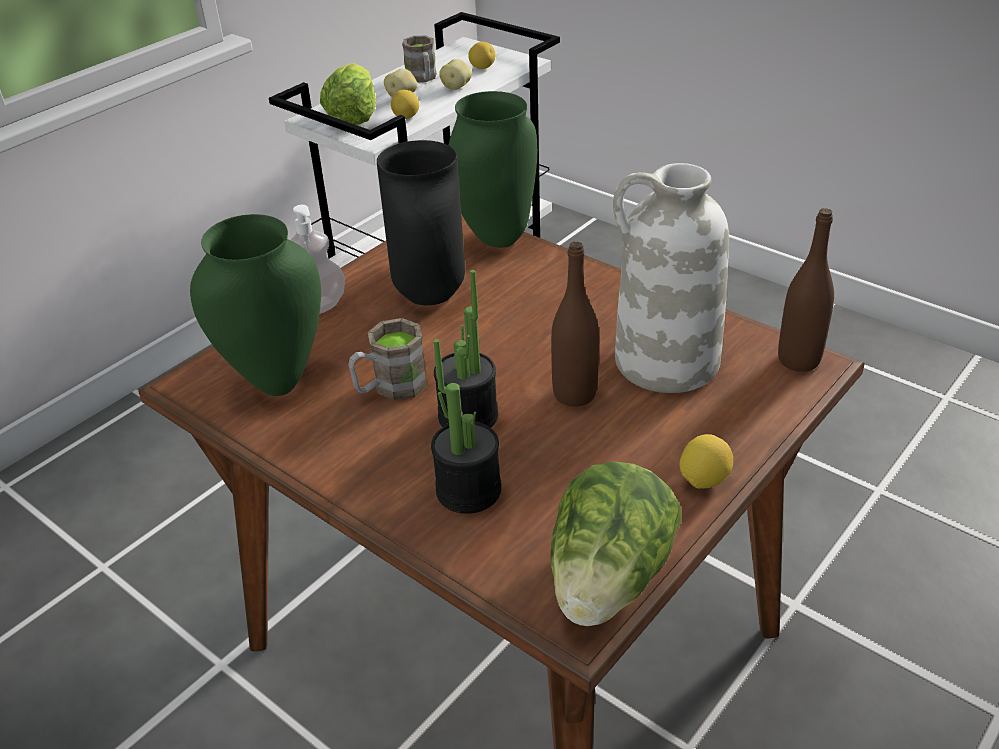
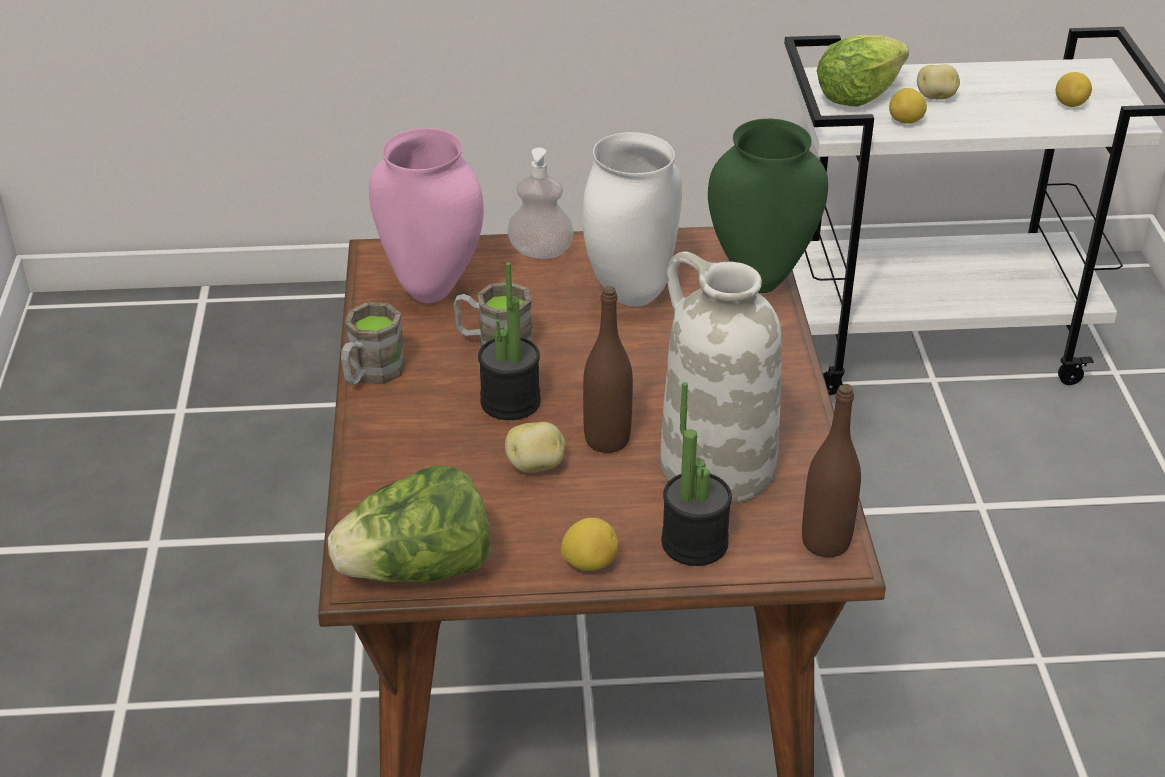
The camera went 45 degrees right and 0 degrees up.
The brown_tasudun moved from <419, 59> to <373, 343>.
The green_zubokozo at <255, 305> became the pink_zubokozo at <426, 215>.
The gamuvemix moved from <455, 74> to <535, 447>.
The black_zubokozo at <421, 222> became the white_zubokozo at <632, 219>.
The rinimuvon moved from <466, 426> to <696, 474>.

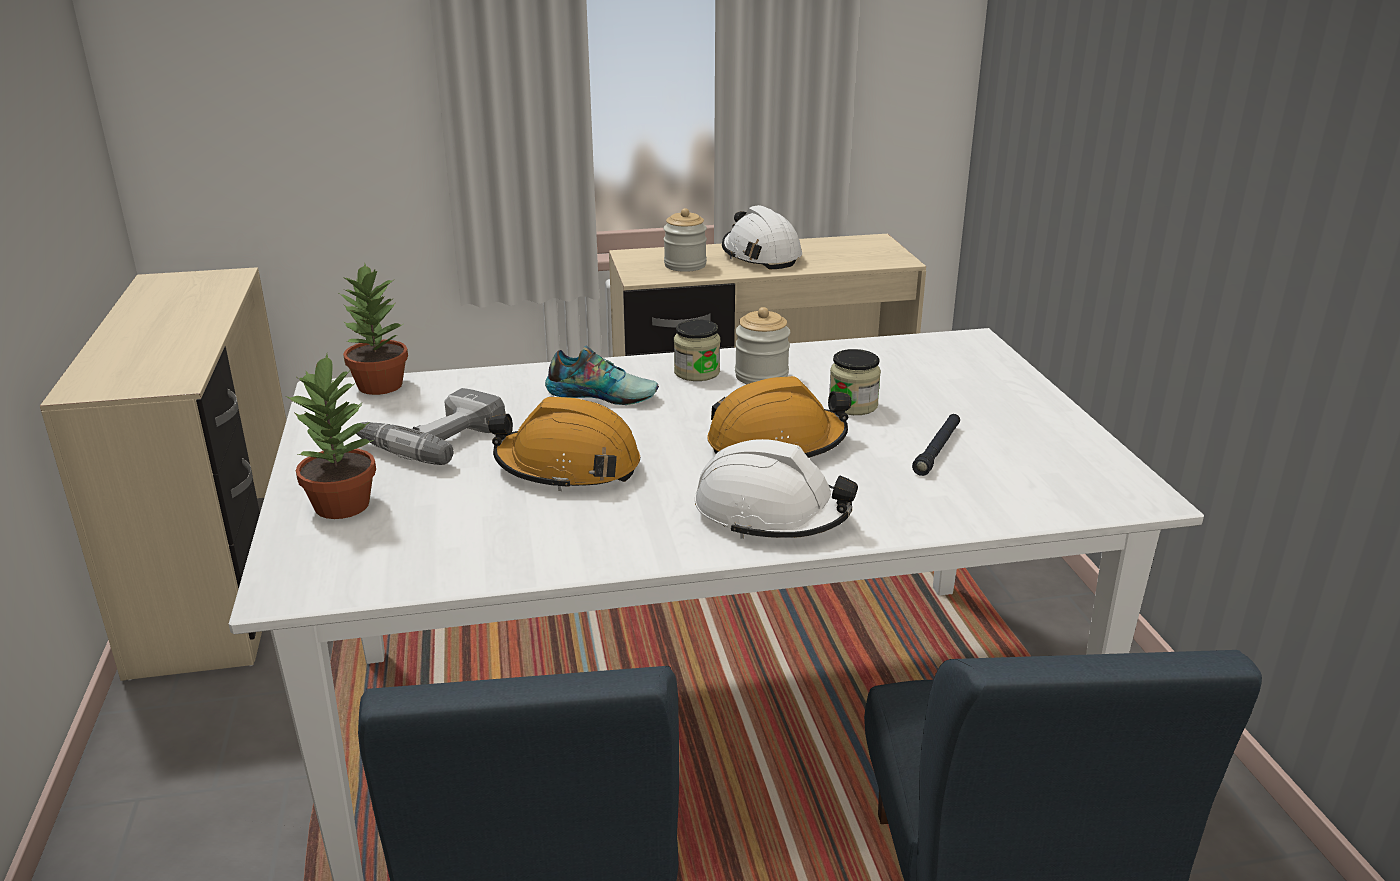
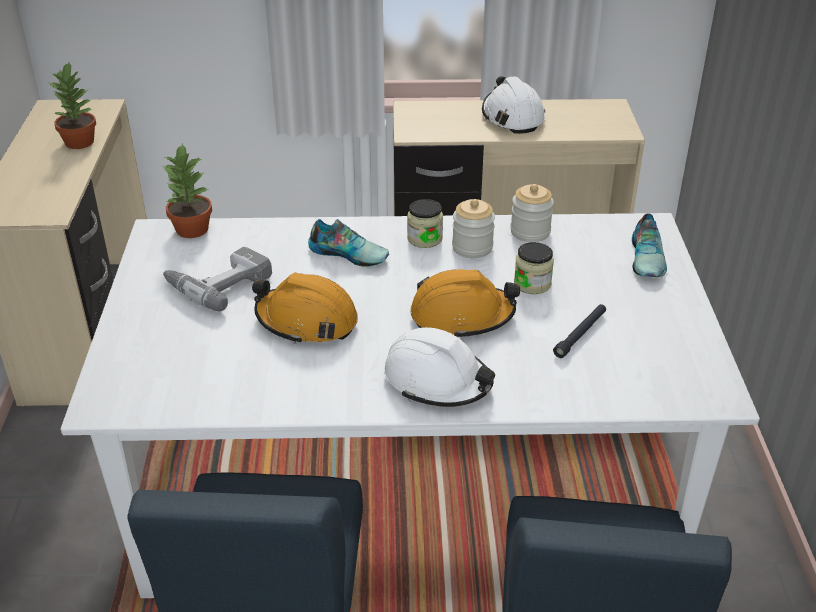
The camera went 10 degrees right and 10 degrees up.
The rinimuvon moved from <331, 436> to <72, 105>.
The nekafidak moved from <685, 240> to <532, 213>.
The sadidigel at <649, 245> appeared.

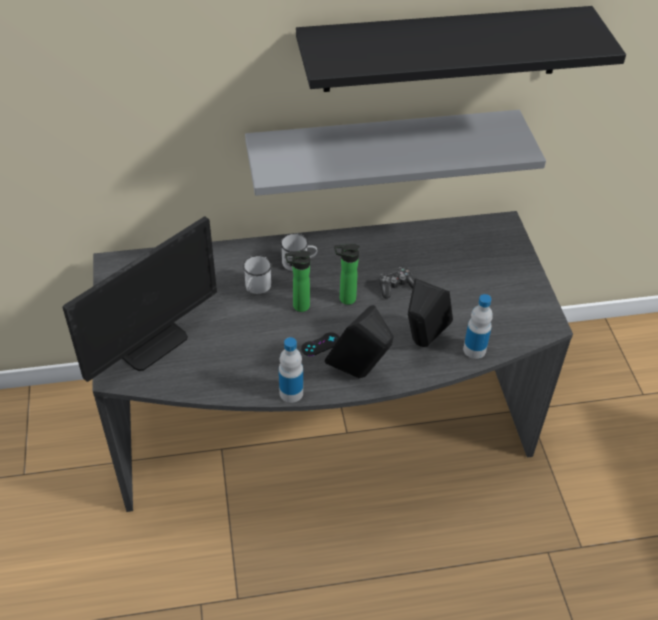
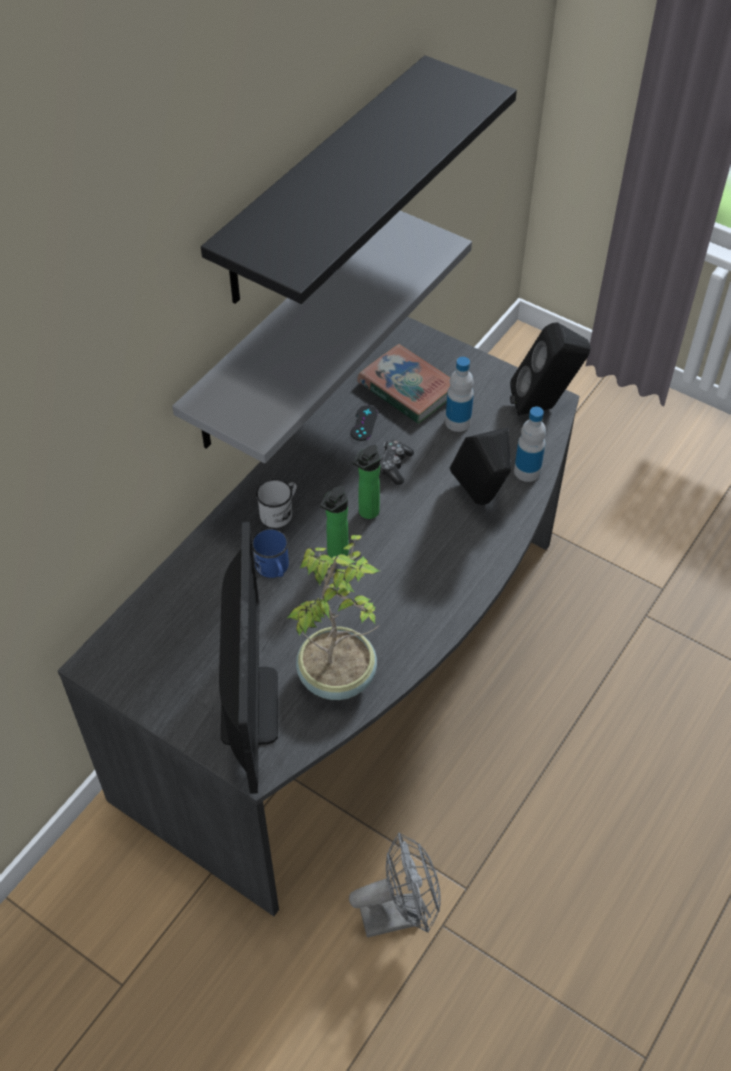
The camera went 45 degrees left and 5 degrees up.
The white_tasudun at <257, 274> became the blue_tasudun at <270, 553>.
The rinimuvon at <333, 617> appeared.
The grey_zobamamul at <395, 885> appeared.
The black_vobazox moved from <320, 344> to <364, 423>.
The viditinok at <404, 384> appeared.
The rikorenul moved from <291, 370> to <459, 394>.
The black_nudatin moved from <359, 341> to <550, 369>.

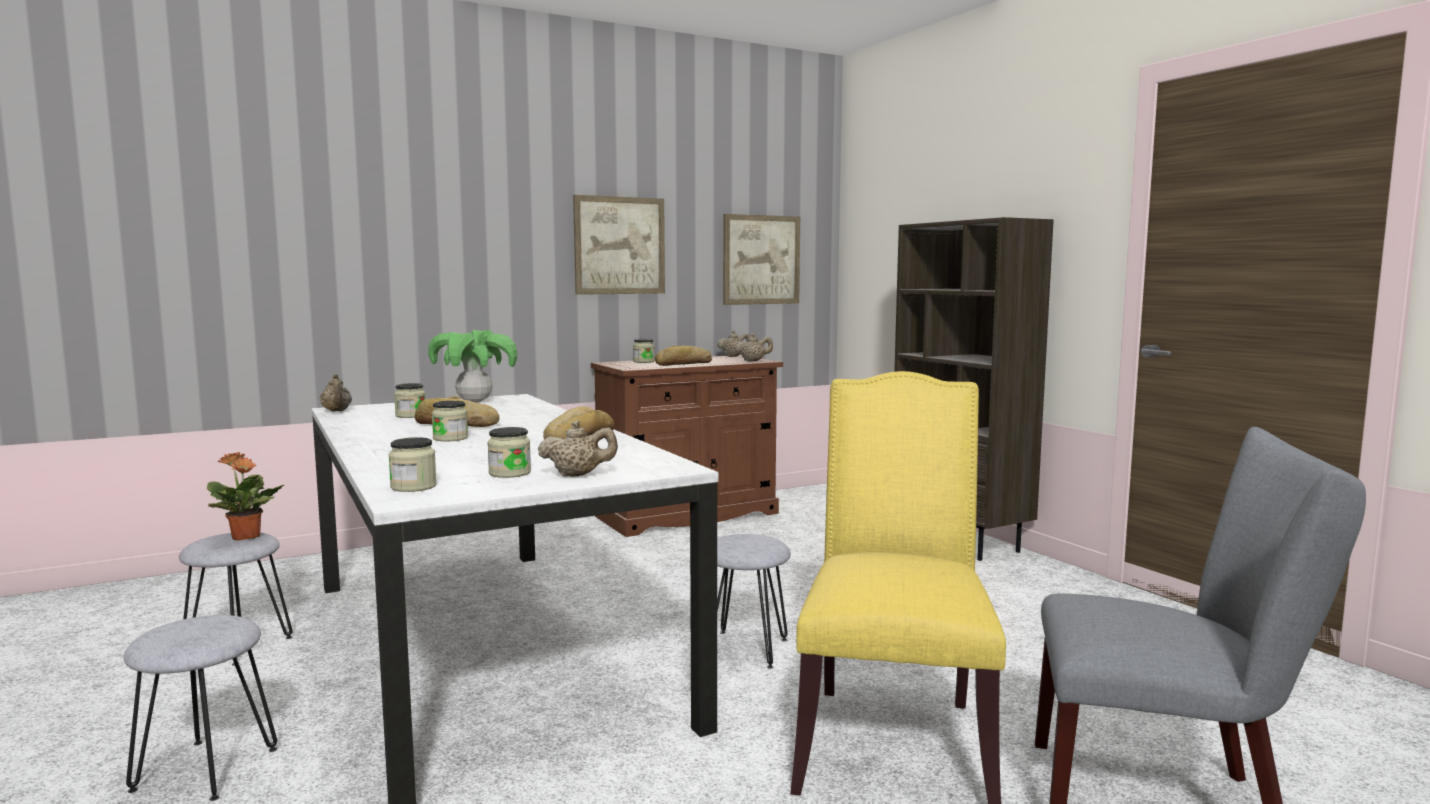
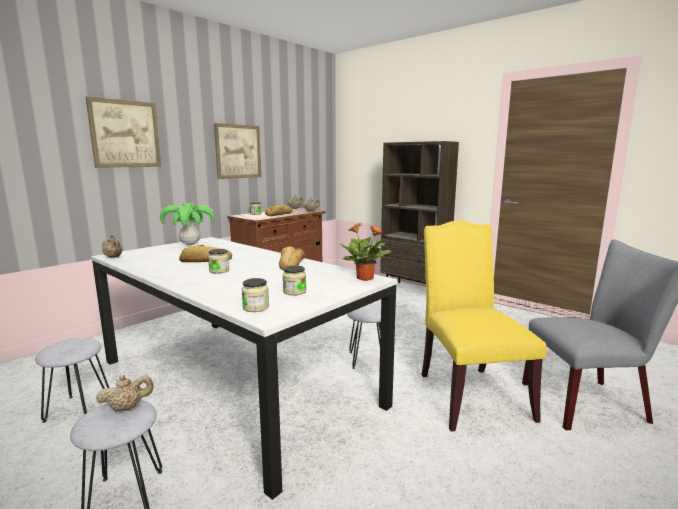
The camera went 20 degrees left and 5 degrees up.
The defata moved from <761, 259> to <123, 132>.
The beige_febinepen moved from <578, 448> to <125, 393>.
The rinimuvon moved from <245, 496> to <365, 252>.
The nekafidak at <409, 400> disappeared.

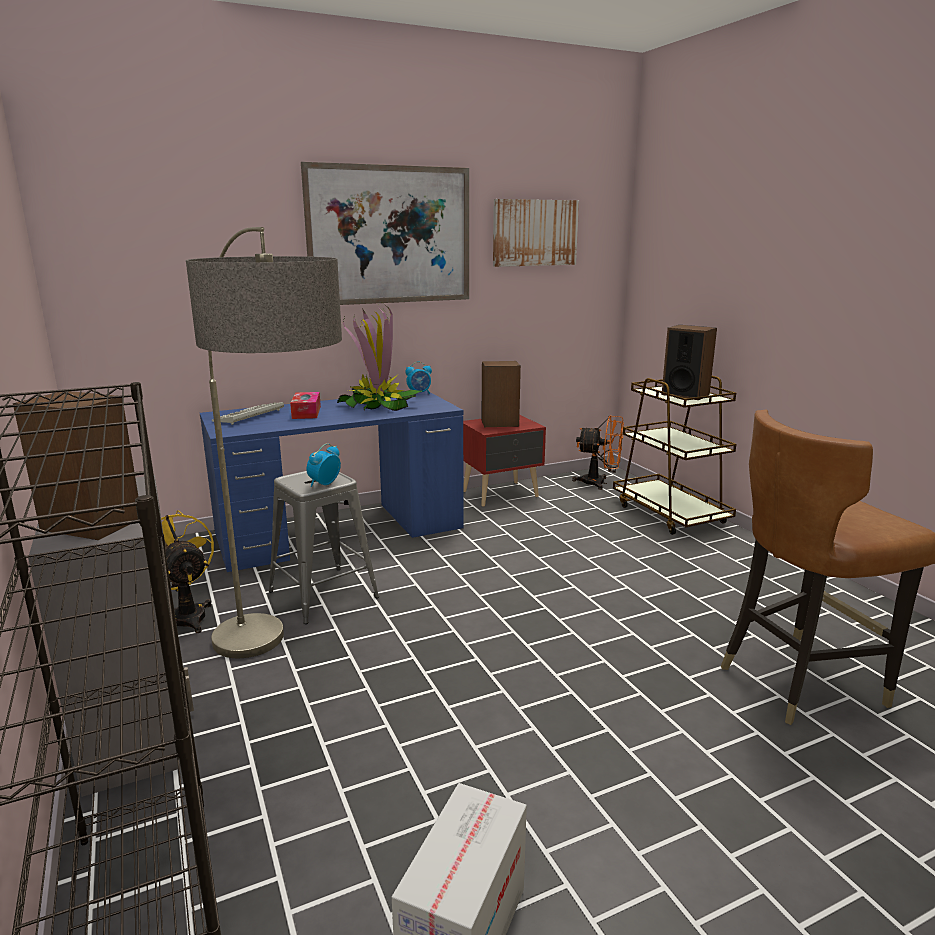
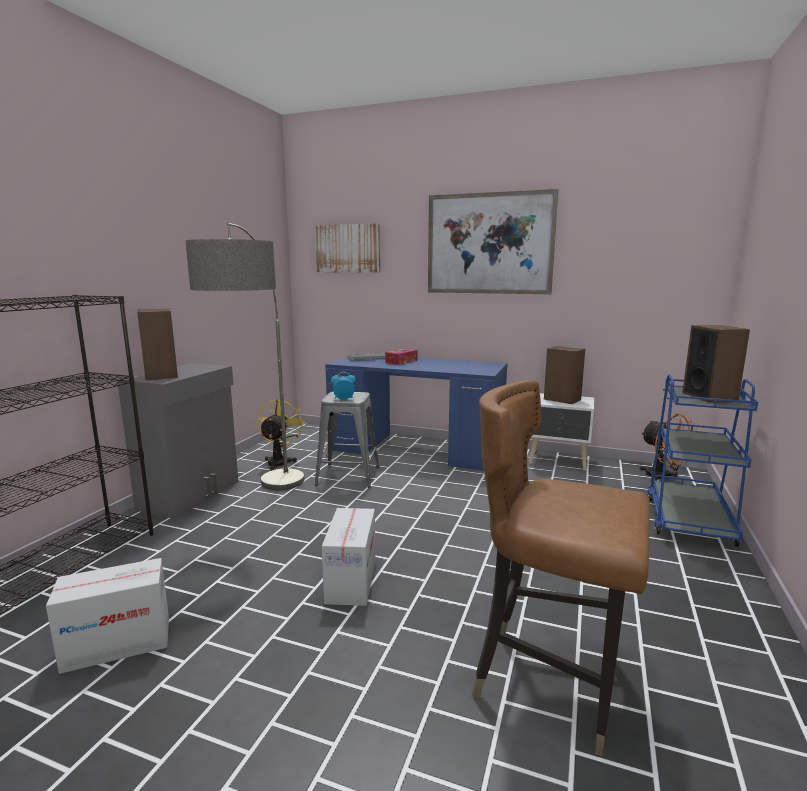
The camera went 45 degrees right and 5 degrees down.
The defata moved from <536, 233> to <347, 248>.
The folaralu at <349, 557> appeared.
The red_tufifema at <504, 461> became the white_tufifema at <561, 432>.
The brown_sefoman at <674, 455> became the blue_sefoman at <702, 460>.
The rinimuvon at <379, 357> disappeared.
The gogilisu at <418, 377> disappeared.

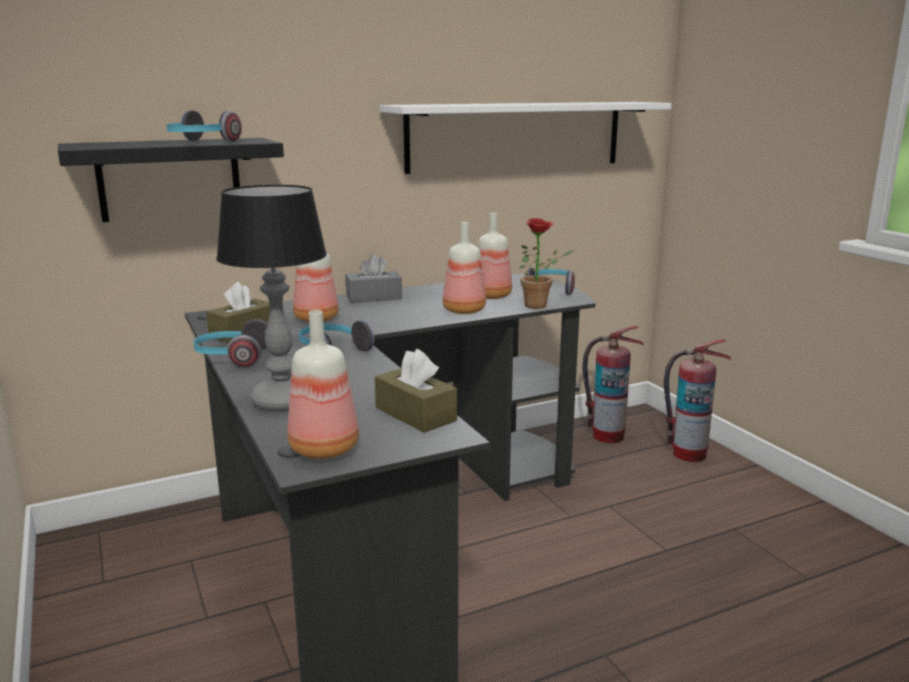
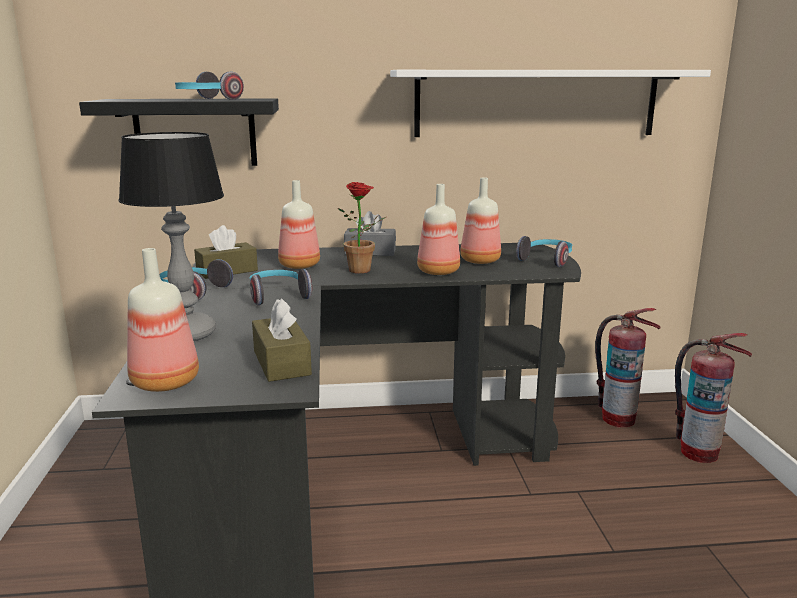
The camera went 20 degrees right and 0 degrees up.
The rinimuvon moved from <547, 263> to <362, 227>.

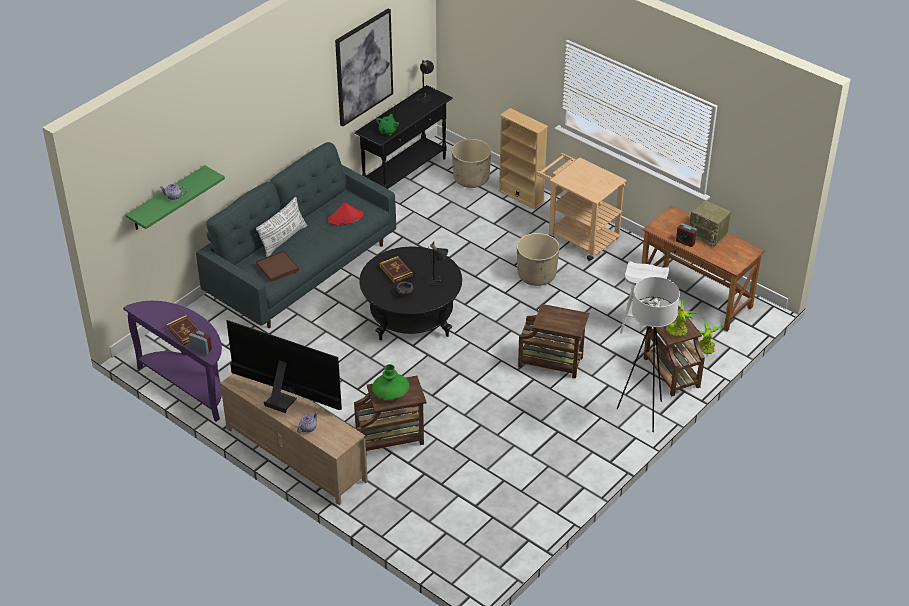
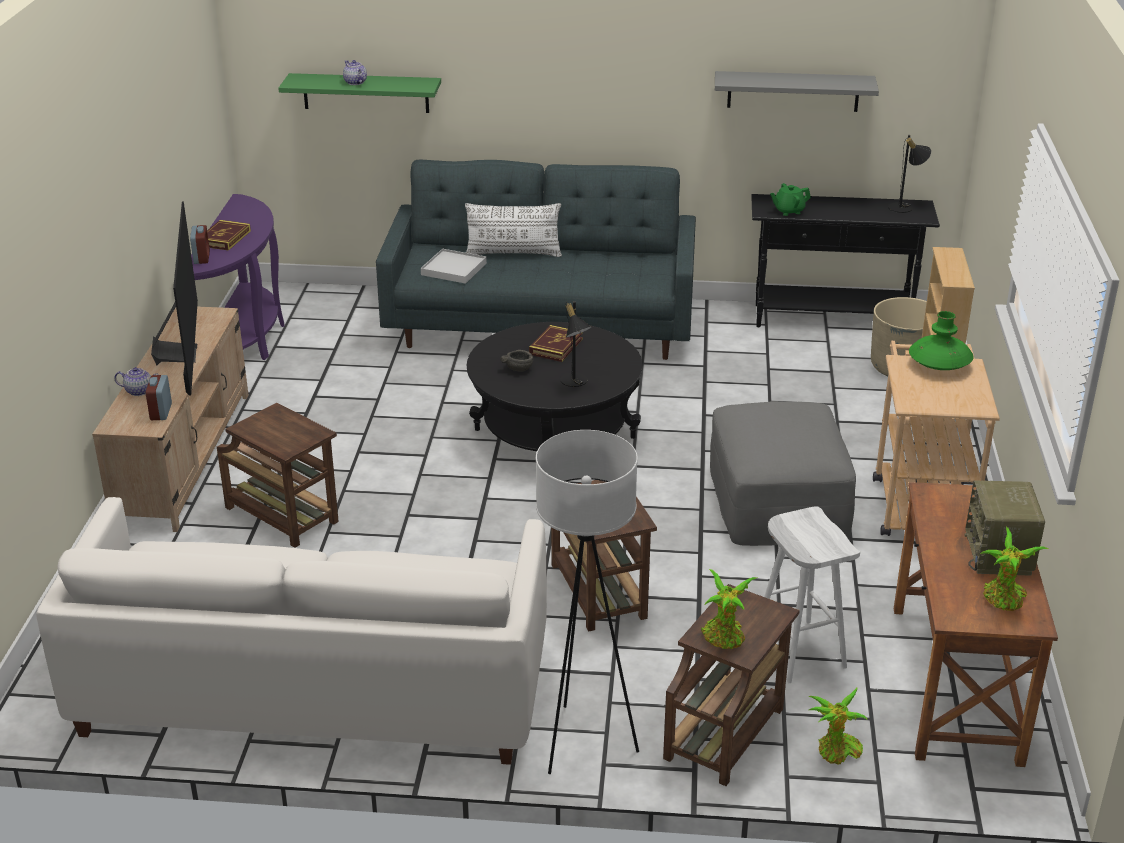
The camera went 55 degrees right and 10 degrees down.
The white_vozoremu at <291, 631> appeared.
The gogilisu moved from <687, 235> to <159, 397>.
The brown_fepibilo at <277, 266> became the white_fepibilo at <454, 266>.
The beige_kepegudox at <538, 259> was replaced by the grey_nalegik at <783, 473>.
The defata at <364, 68> was replaced by the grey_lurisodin at <797, 91>.
The green_zubokozo moved from <390, 381> to <941, 340>.
The rinimuvon at <1014, 569> appeared.
The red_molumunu at <346, 213> disappeared.

